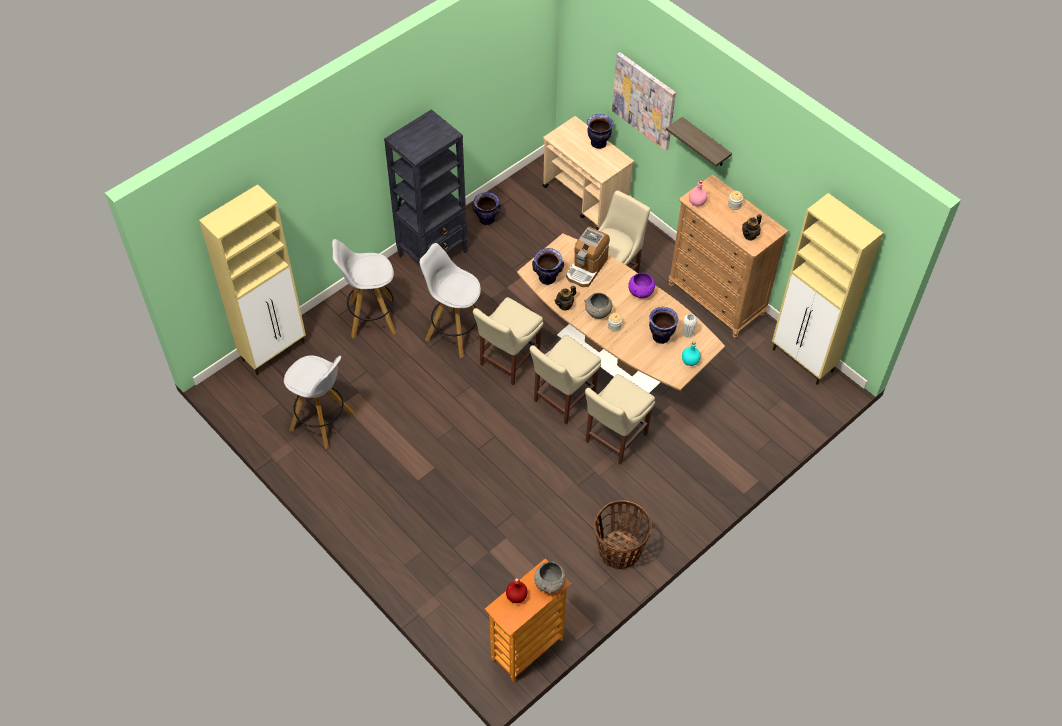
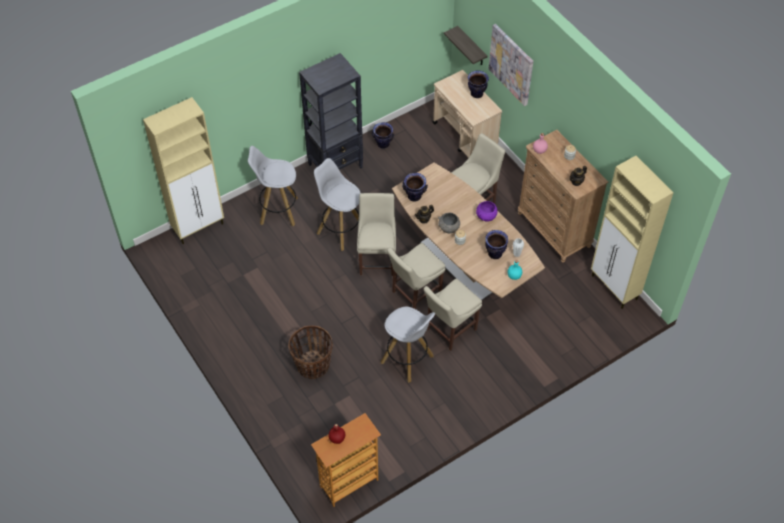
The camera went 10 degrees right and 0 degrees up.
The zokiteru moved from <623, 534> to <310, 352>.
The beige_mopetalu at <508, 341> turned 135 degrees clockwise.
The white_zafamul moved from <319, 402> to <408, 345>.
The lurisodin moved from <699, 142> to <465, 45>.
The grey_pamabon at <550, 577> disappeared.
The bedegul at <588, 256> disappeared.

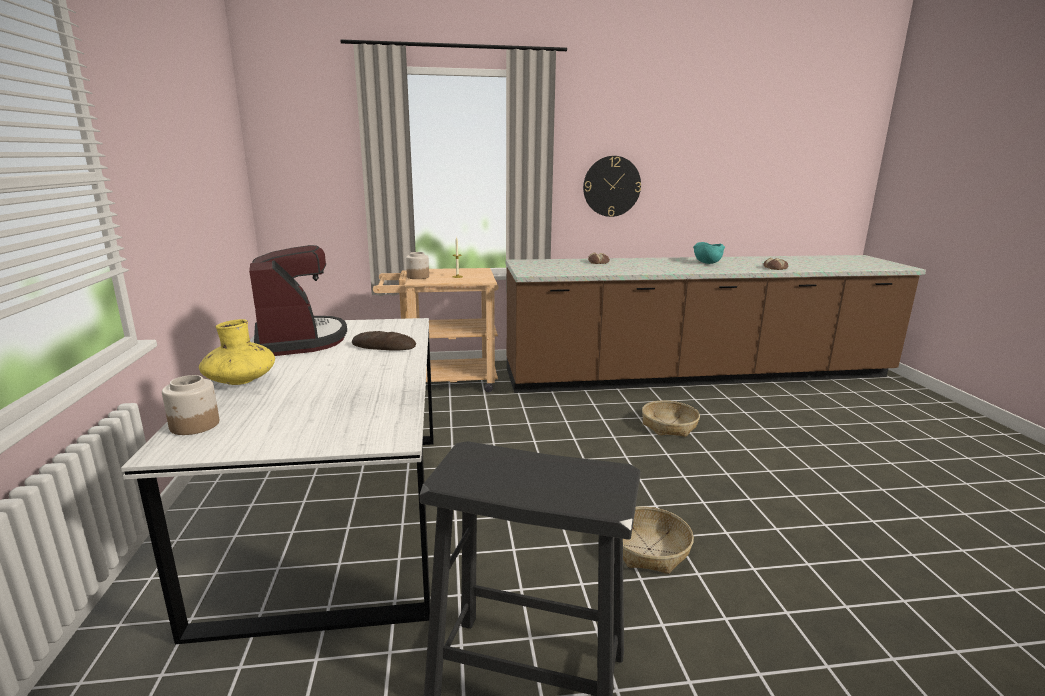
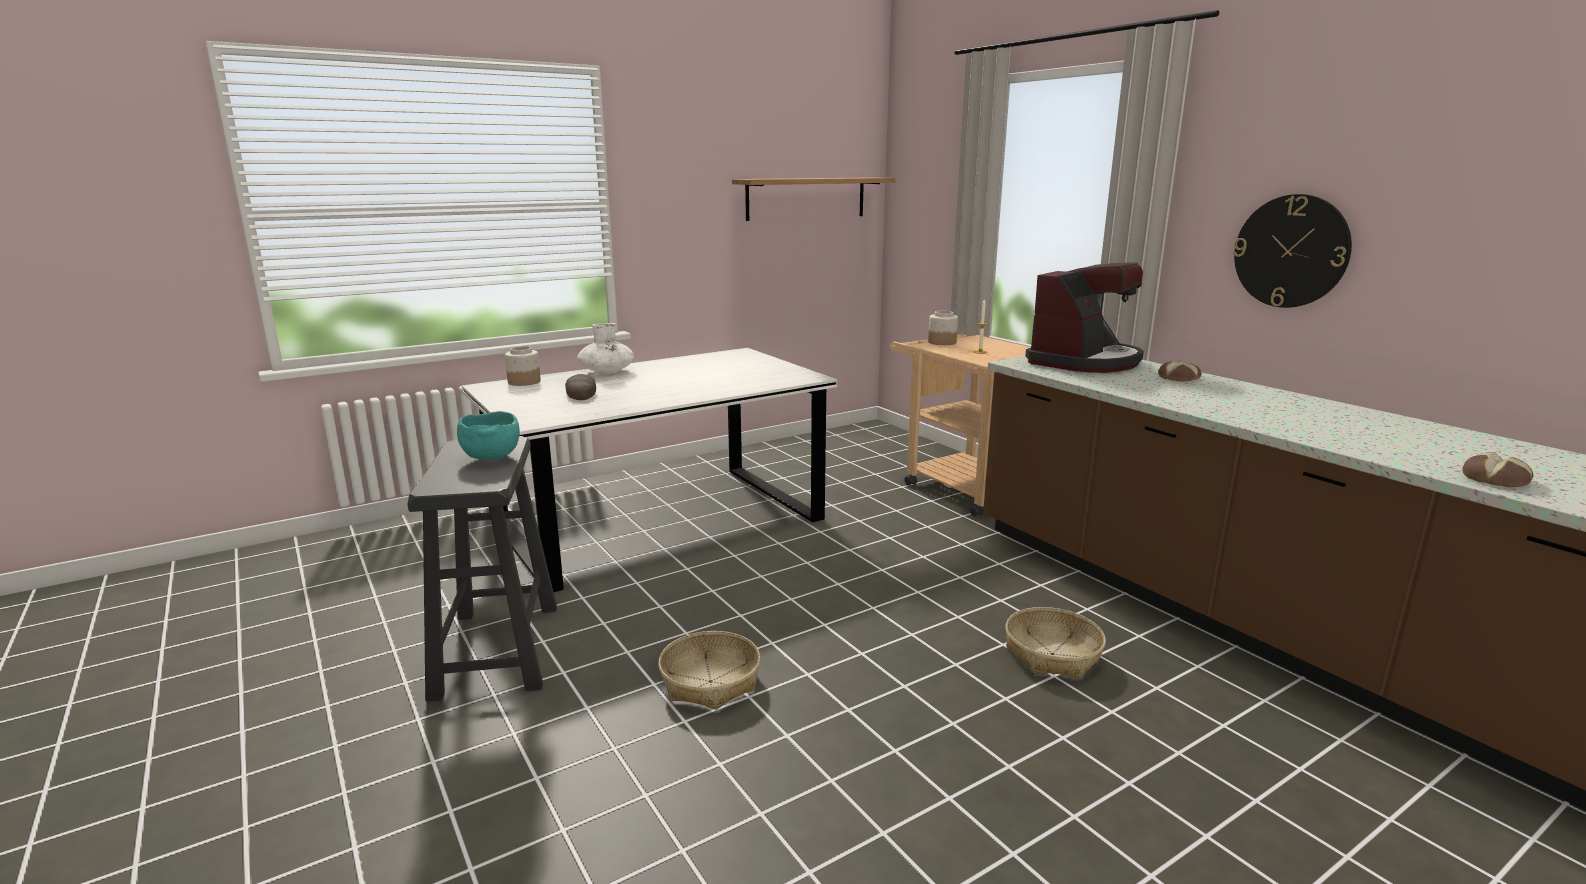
The camera went 65 degrees right and 0 degrees up.
The turquoise_pamabon moved from <709, 253> to <488, 435>.
The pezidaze moved from <384, 341> to <580, 387>.
The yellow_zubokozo at <237, 352> became the white_zubokozo at <605, 348>.
The lurisodin at <814, 199> appeared.
The bedegul moved from <298, 300> to <1084, 317>.

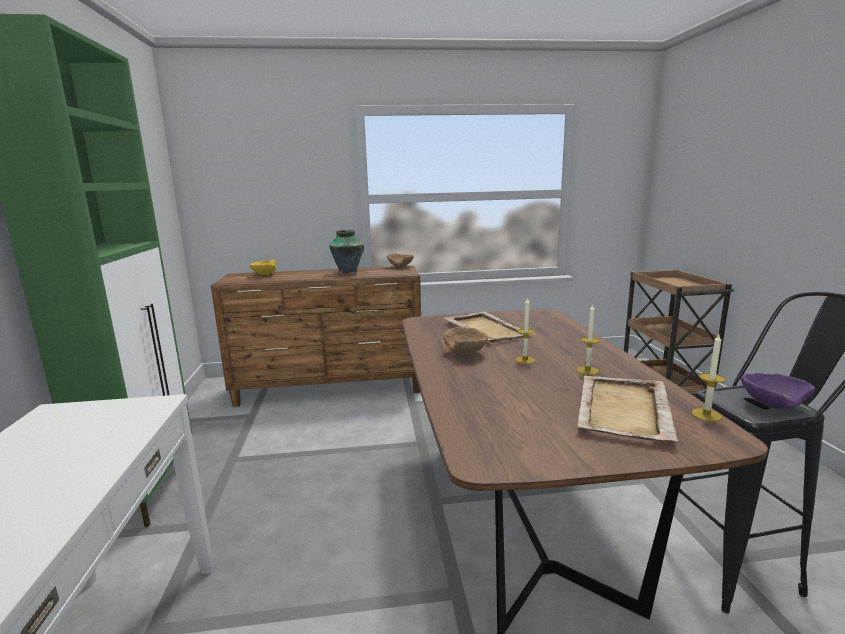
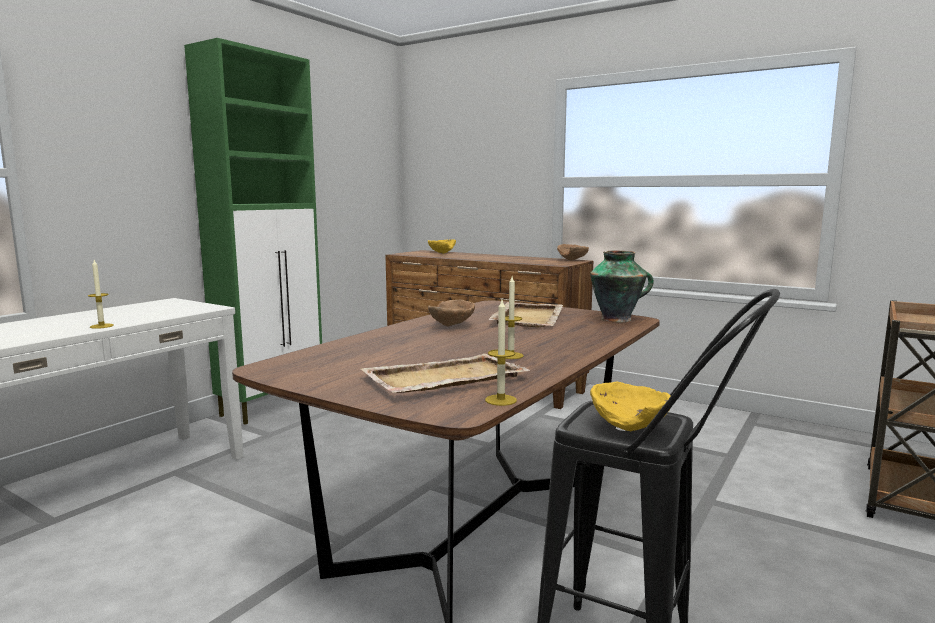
The camera went 40 degrees right and 5 degrees down.
The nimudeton moved from <525, 330> to <101, 294>.
The zubokozo moved from <346, 252> to <622, 286>.
The purple_pamabon at <778, 391> became the yellow_pamabon at <630, 406>.

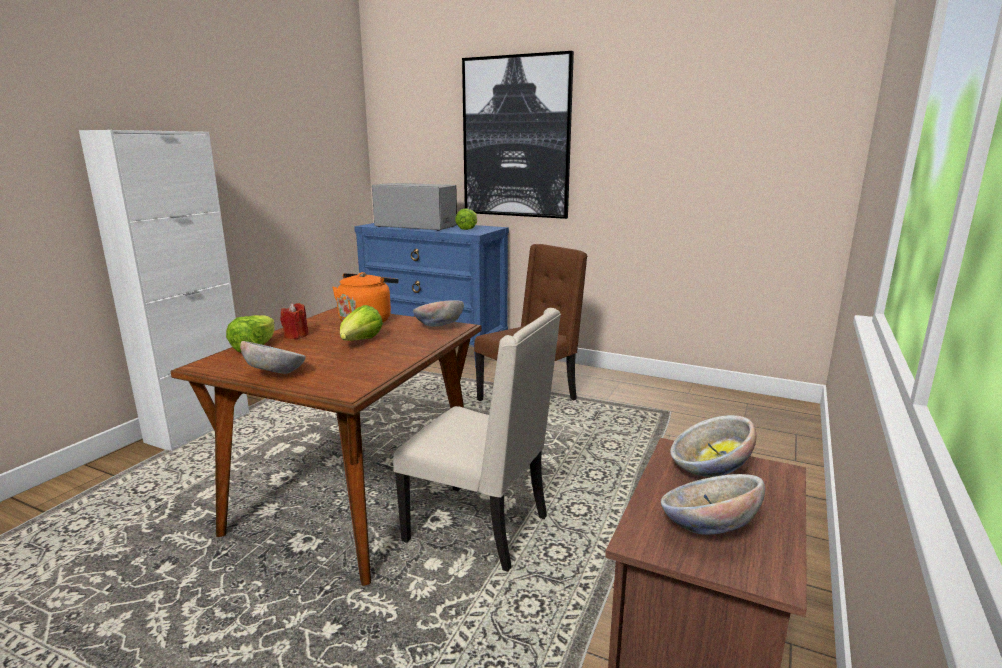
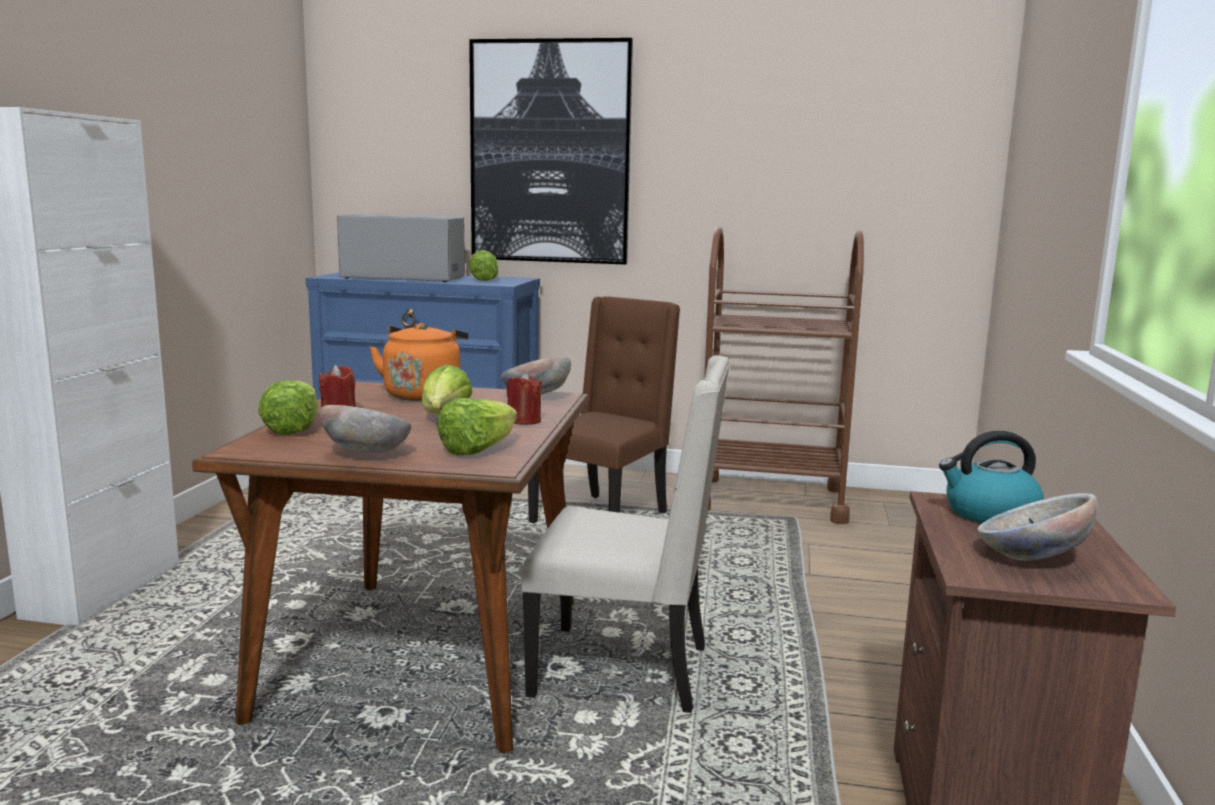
The camera went 15 degrees left and 5 degrees down.
The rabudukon at <477, 426> appeared.
The red_nimudeton at <524, 398> appeared.
The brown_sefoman at <784, 375> appeared.
The pamabon at <713, 446> was replaced by the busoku at <991, 477>.

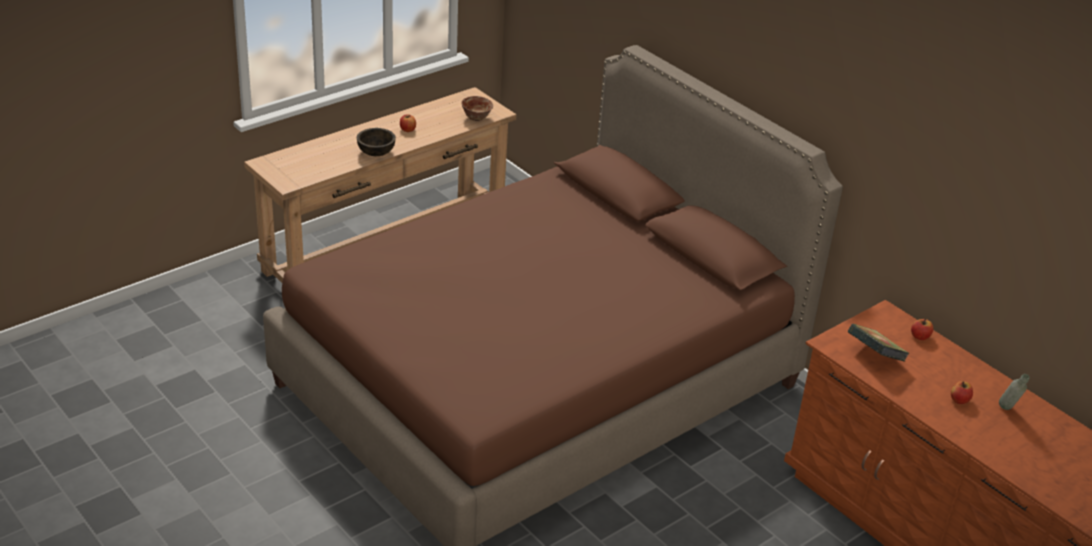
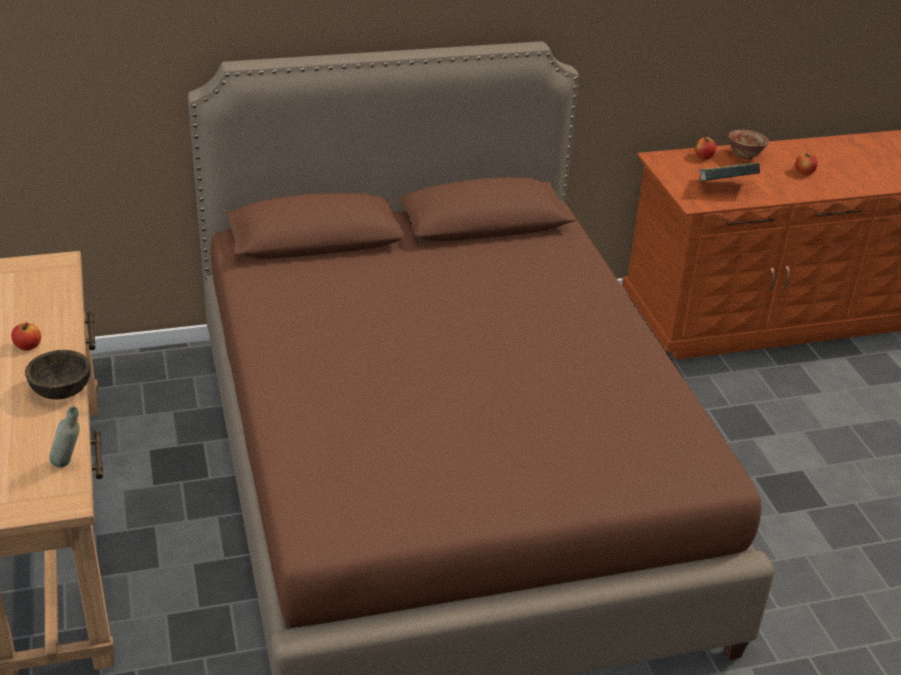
The camera went 65 degrees left and 0 degrees up.
The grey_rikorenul moved from <1014, 392> to <64, 437>.
The pamabon moved from <477, 108> to <749, 145>.

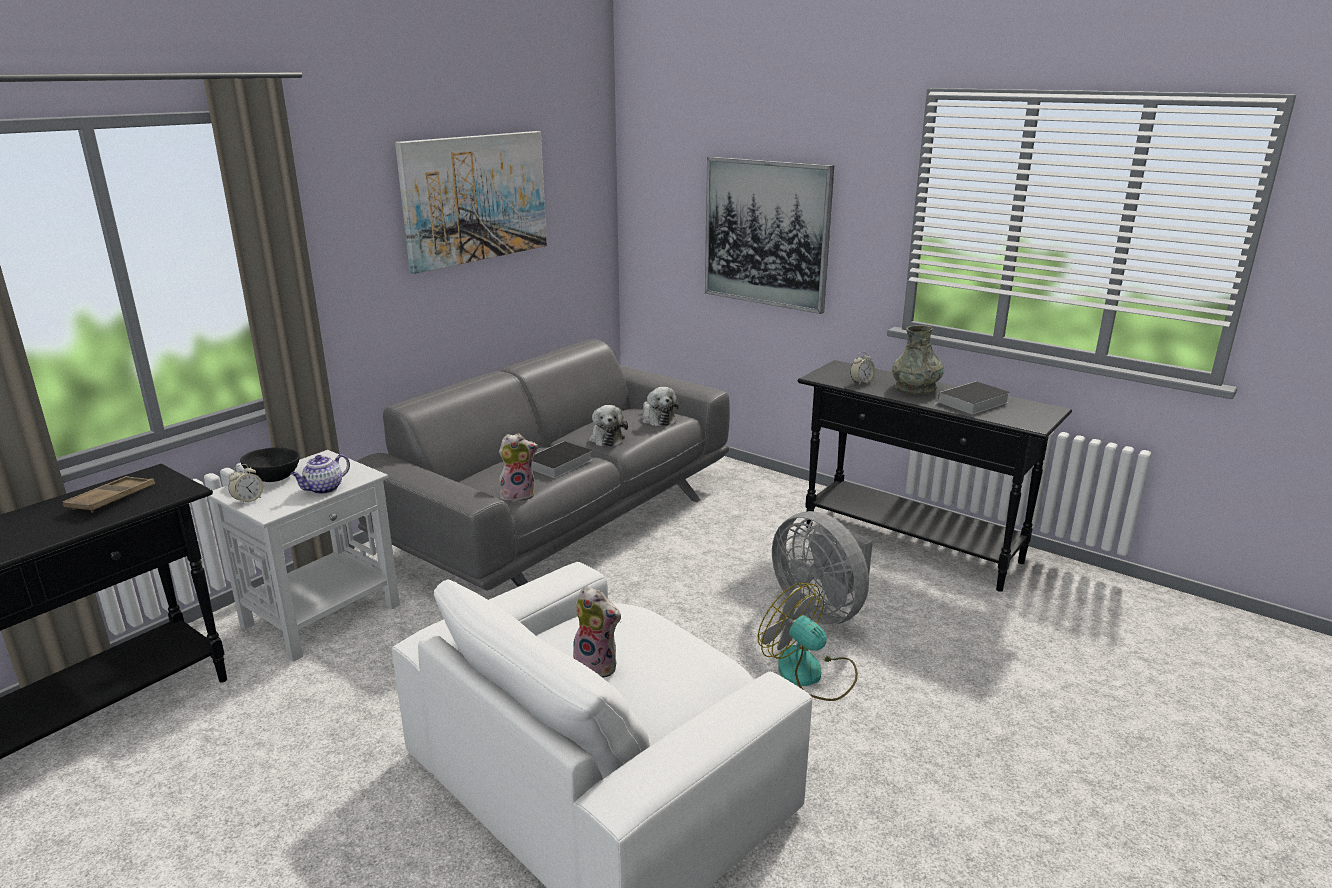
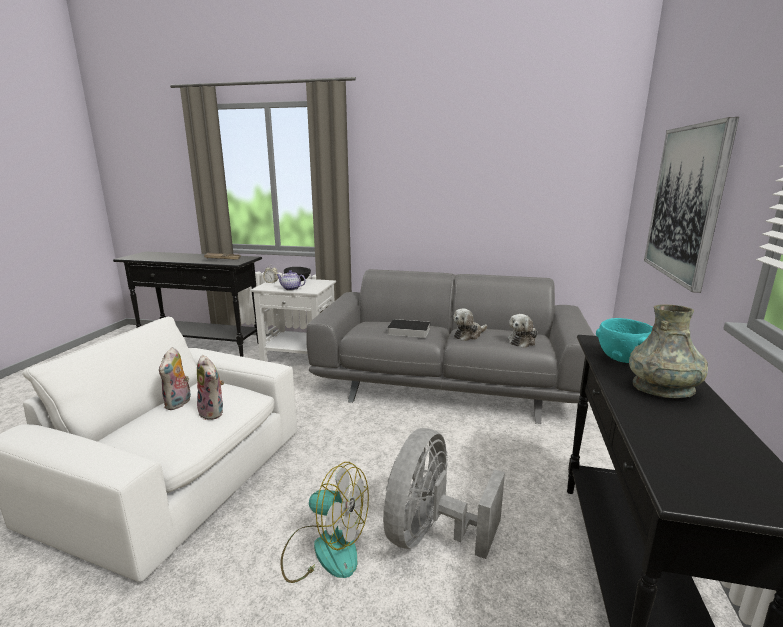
The camera went 65 degrees right and 5 degrees down.
The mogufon moved from <518, 467> to <210, 387>.
The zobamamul at <808, 642> turned 90 degrees clockwise.
The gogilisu at <862, 368> was replaced by the turquoise_pamabon at <624, 340>.
The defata at <471, 202> disappeared.
The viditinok at <971, 398> disappeared.

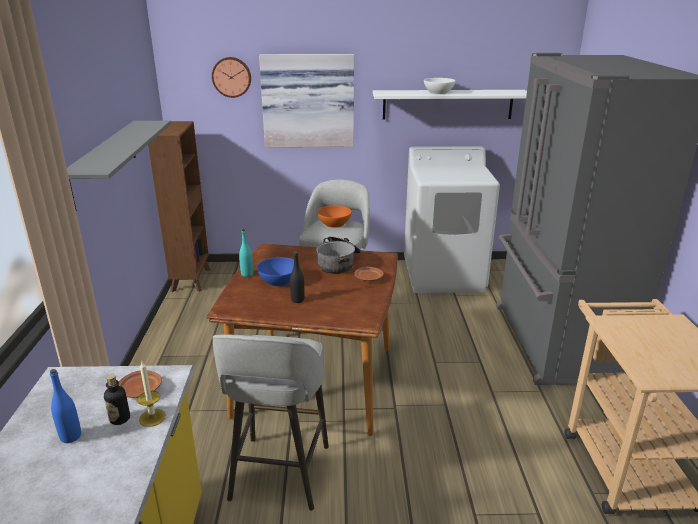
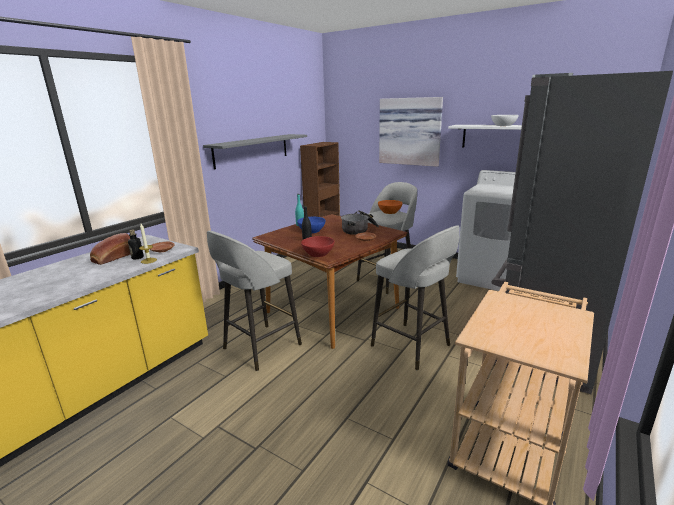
The camera went 35 degrees right and 5 degrees down.
The blue_rikorenul at <65, 406> was replaced by the pezidaze at <110, 249>.
The red_pamabon at <317, 246> appeared.
The grey_zafamul at <415, 297> appeared.
The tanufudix at <231, 77> disappeared.

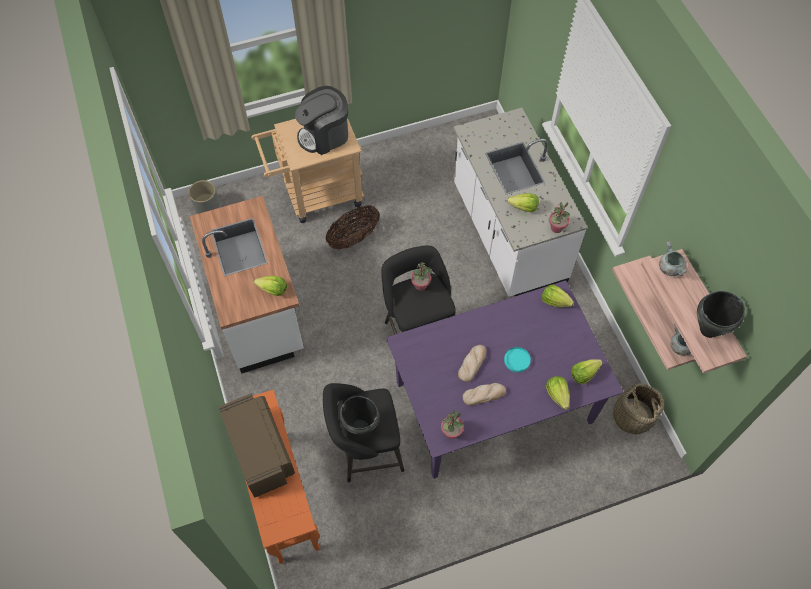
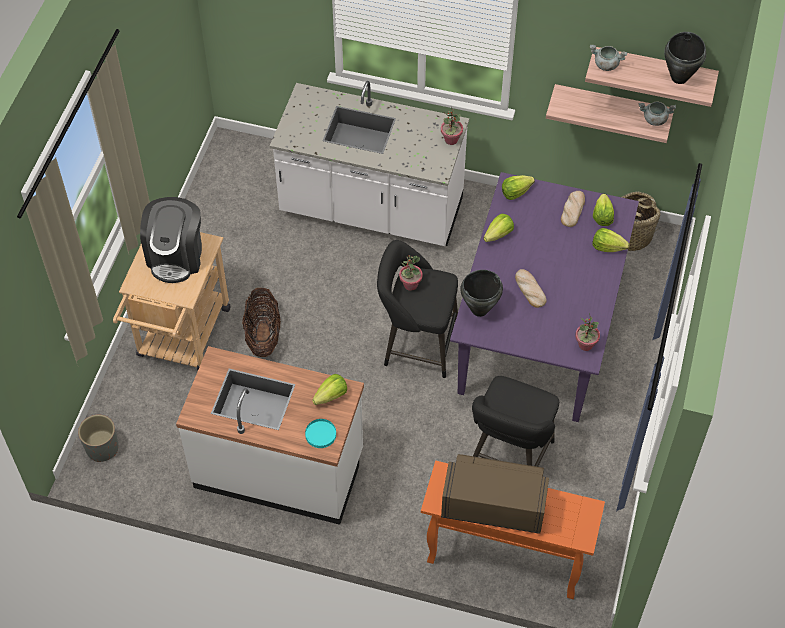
The camera went 55 degrees left and 5 degrees down.
The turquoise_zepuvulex moved from <517, 359> to <320, 433>.
The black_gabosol moved from <359, 415> to <481, 293>.
The rabudukon moved from <523, 202> to <499, 227>.
The pezidaze moved from <484, 394> to <573, 209>.

